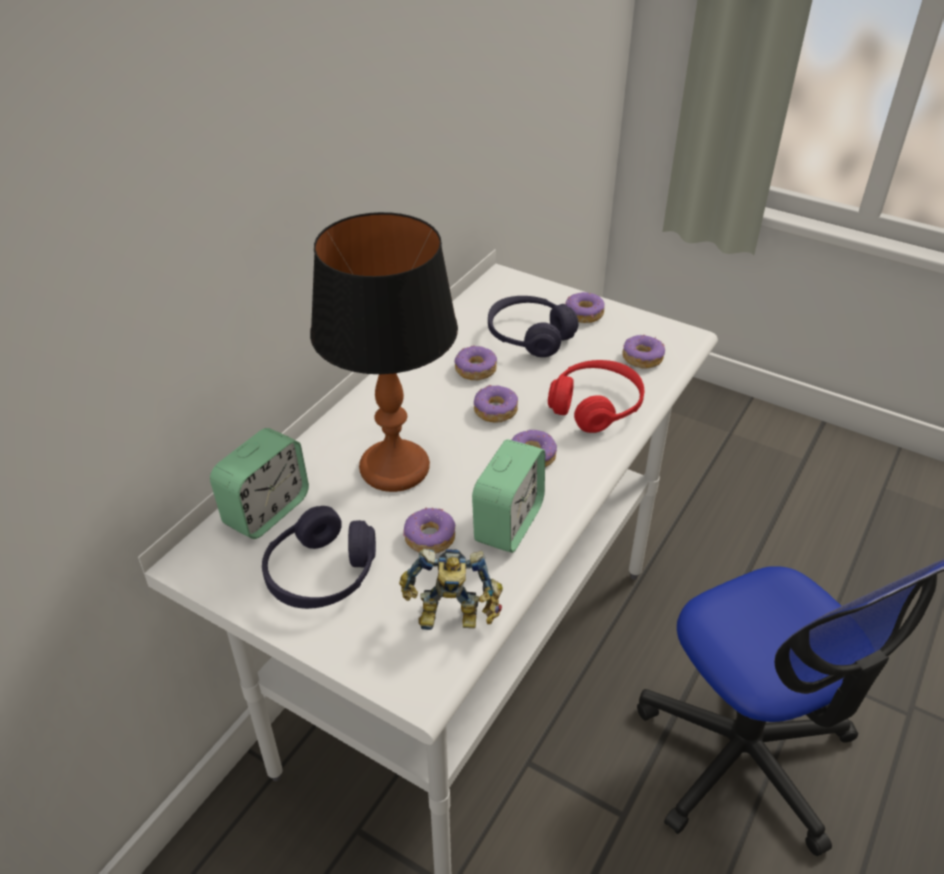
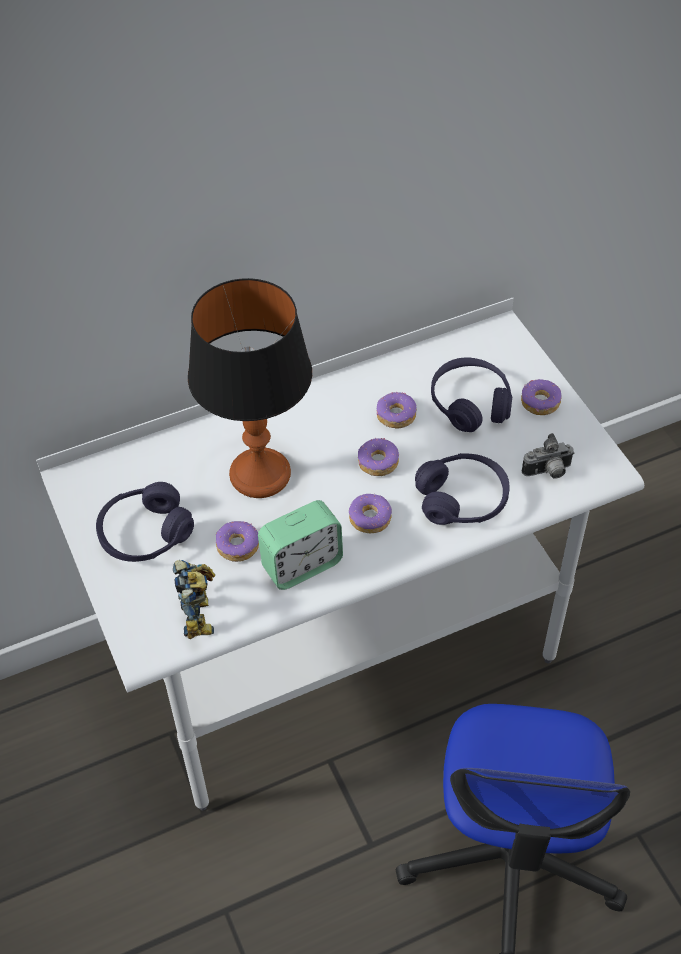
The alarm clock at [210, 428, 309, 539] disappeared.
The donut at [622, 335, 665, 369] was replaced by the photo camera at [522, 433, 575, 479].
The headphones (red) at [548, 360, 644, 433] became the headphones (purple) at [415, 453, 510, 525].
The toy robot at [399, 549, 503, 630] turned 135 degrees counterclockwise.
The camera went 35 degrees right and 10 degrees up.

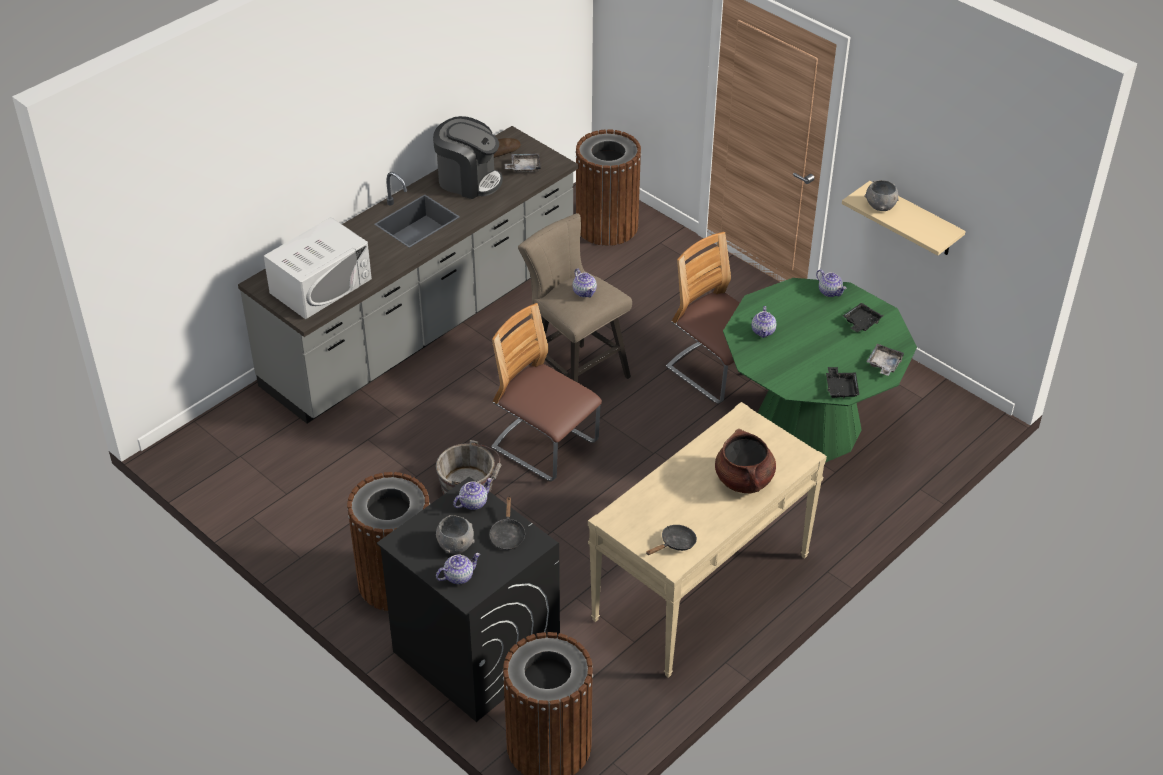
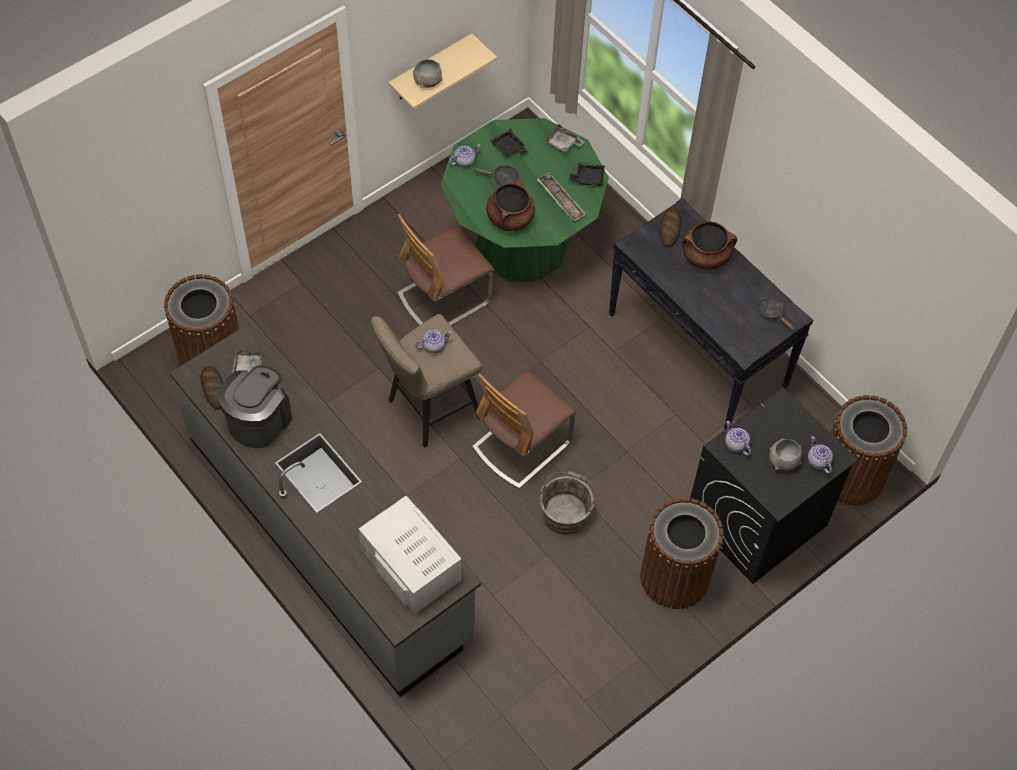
The tray at [537, 172, 586, 223] appeared.
The bread at [660, 208, 681, 247] appeared.
The frying pan (black) moved from [489, 496, 526, 550] to [473, 165, 520, 186].
The teapot at [752, 306, 776, 338] was replaced by the cooking pot (brown) at [486, 179, 535, 231].
The console table (beige) at [588, 402, 827, 678] became the console table (black) at [609, 198, 813, 430].
The camera went 85 degrees left and 15 degrees up.

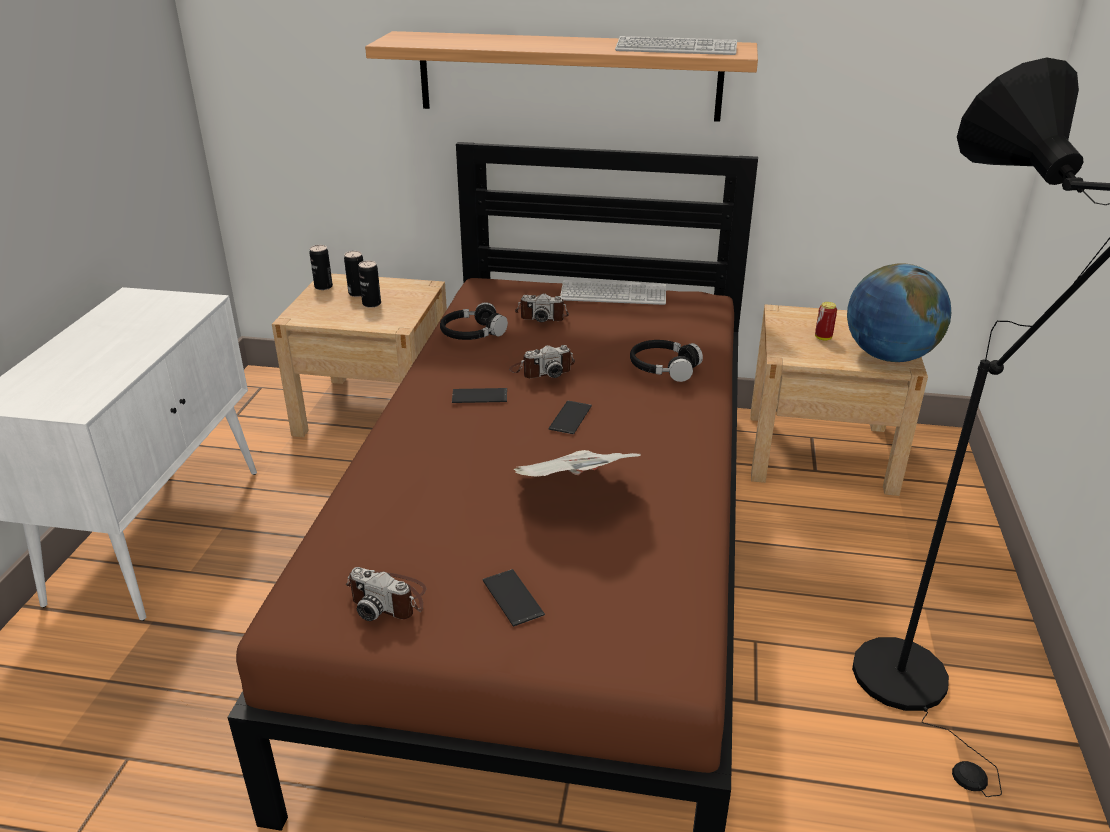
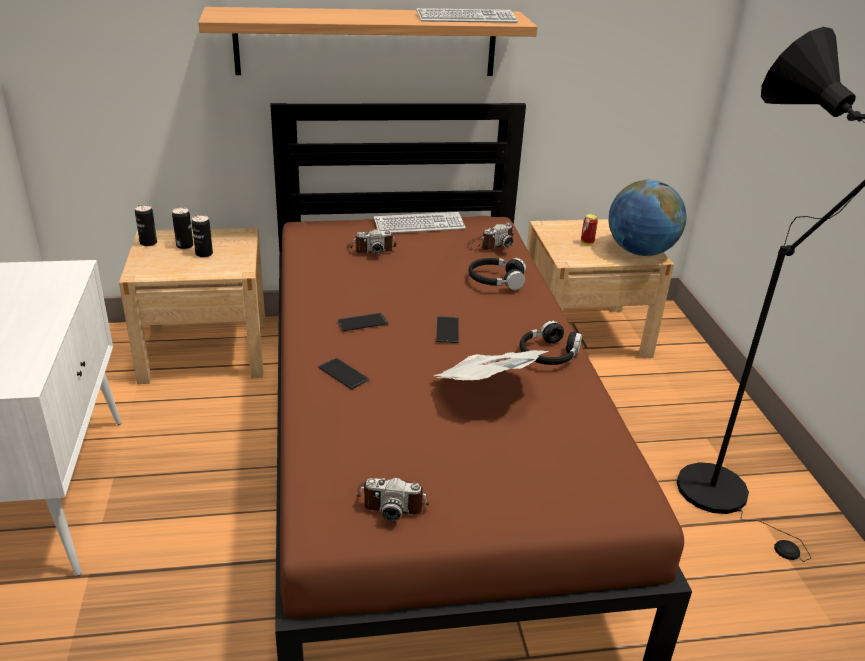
The headphones (black) moved from [440, 302, 508, 340] to [520, 321, 582, 365].
The phone moved from [483, 569, 545, 627] to [318, 358, 370, 390].
The photo camera moved from [509, 345, 575, 378] to [467, 223, 514, 250].
The camera went 20 degrees left and 0 degrees up.

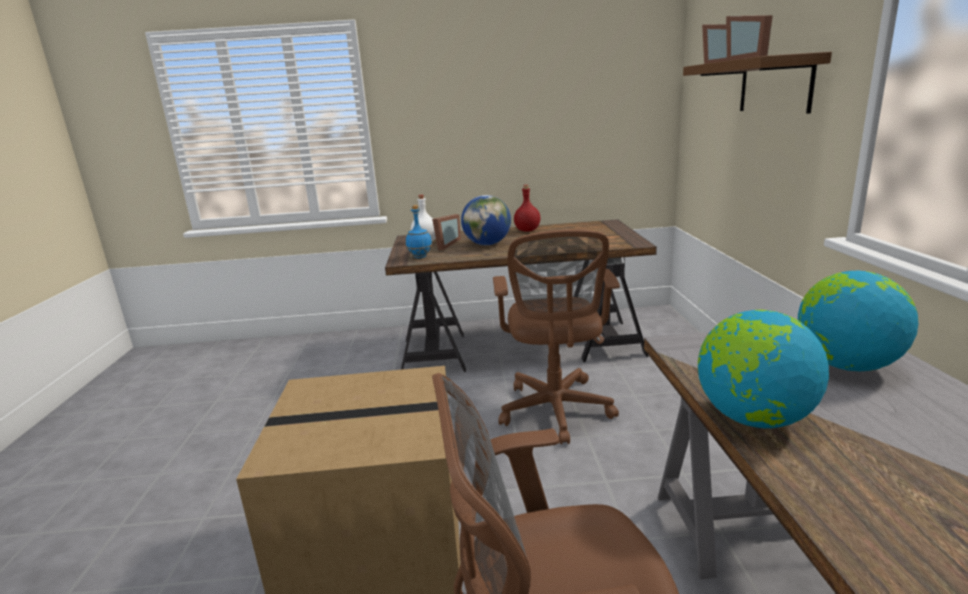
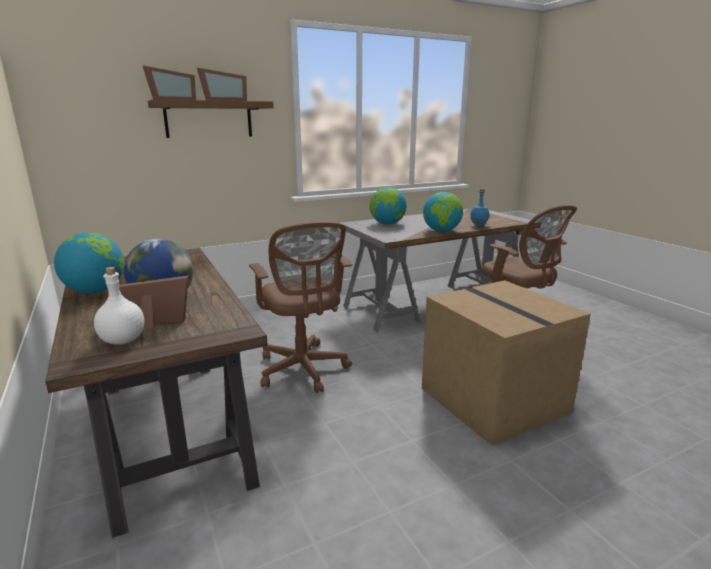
The bottle (blue) moved from [406, 205, 432, 258] to [470, 188, 489, 226].
The bottle (red) at [514, 185, 540, 232] was replaced by the globe at [54, 233, 124, 294].
The office chair (brown) at [493, 230, 620, 444] turned 90 degrees clockwise.
The camera went 115 degrees left and 0 degrees up.

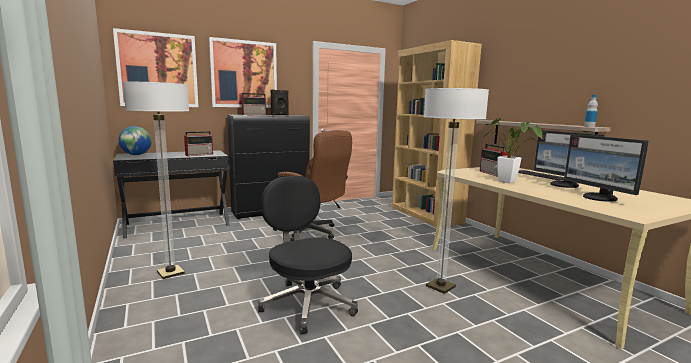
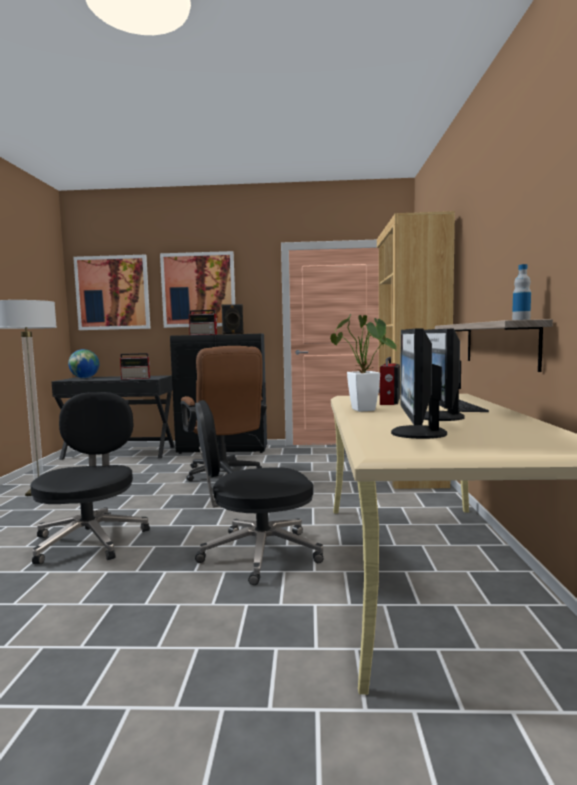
The floor lamp at [424, 88, 489, 294] was replaced by the office chair (black) at [195, 400, 324, 585].
The camera went 30 degrees right and 5 degrees down.

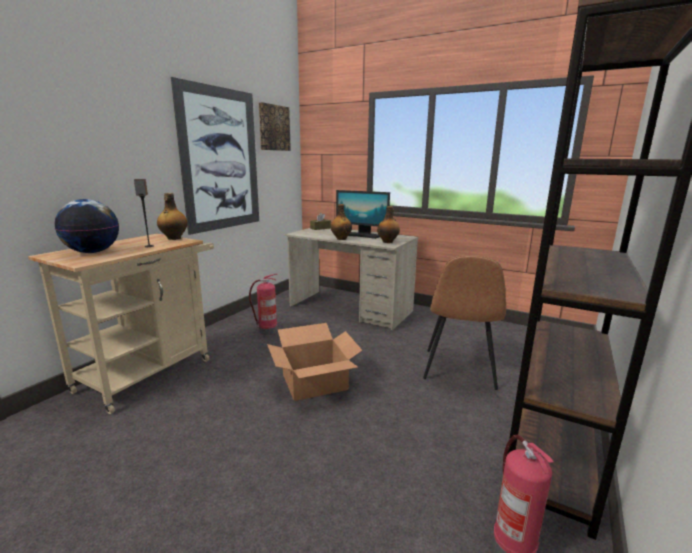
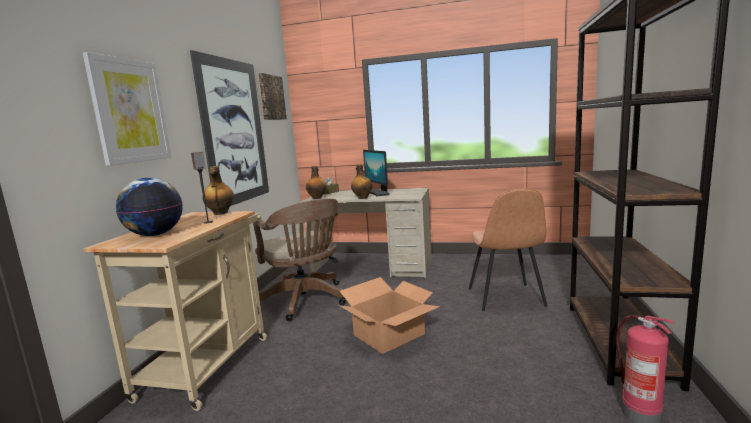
The picture at [83, 52, 171, 166] appeared.
The bottle moved from [377, 206, 400, 243] to [306, 166, 326, 199].
The fire extinguisher at [249, 274, 278, 335] was replaced by the office chair (brown) at [253, 199, 346, 322].
The monitor at [336, 190, 390, 239] turned 60 degrees clockwise.
The camera went 15 degrees left and 5 degrees down.

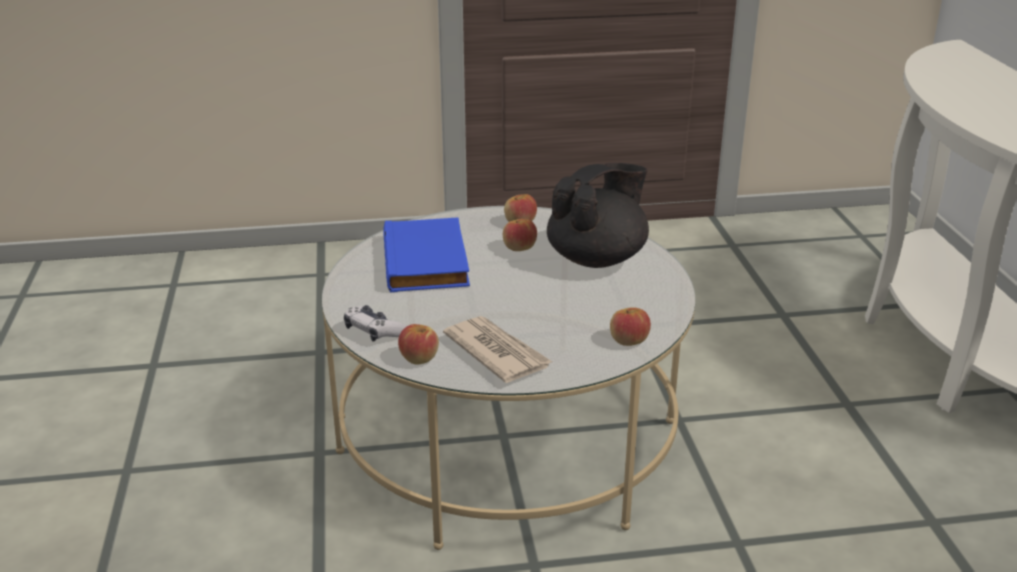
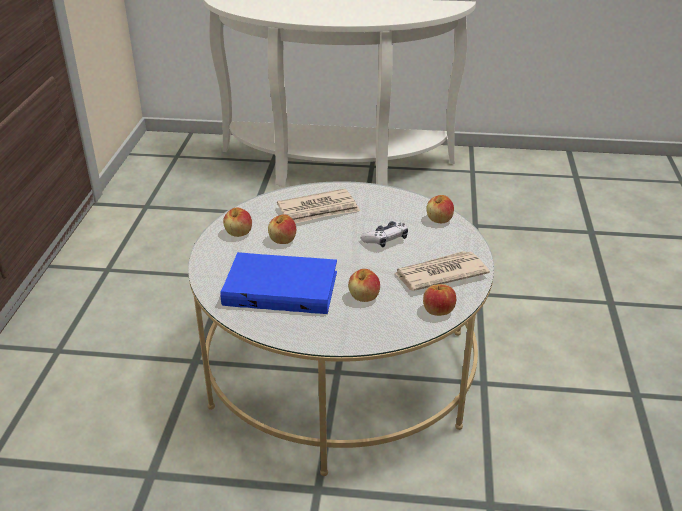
The apple at [348, 269, 380, 302] appeared.
The game controller moved from [344, 305, 407, 342] to [360, 221, 408, 248].
The teapot (black) at [547, 163, 649, 268] was replaced by the newspaper at [277, 189, 360, 223].
The camera went 75 degrees left and 5 degrees up.

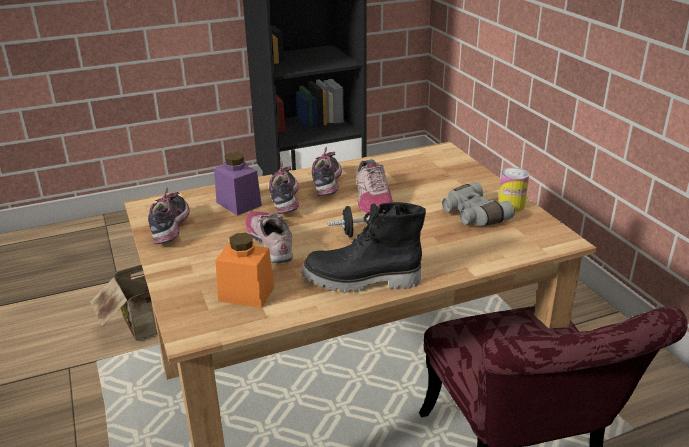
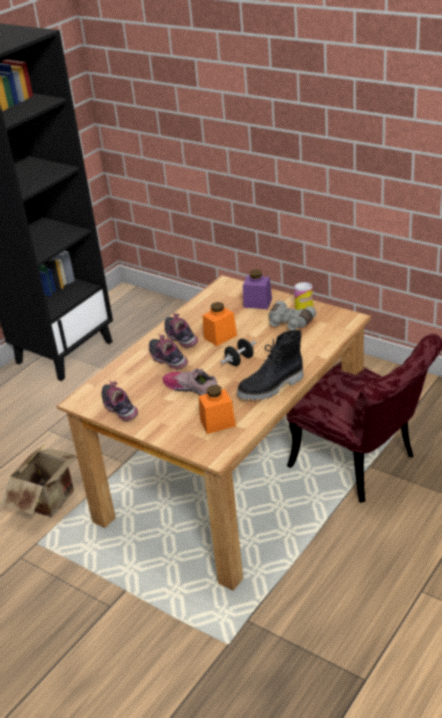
The jar (purple) moved from [214, 153, 262, 216] to [243, 269, 272, 309].
The shoe at [356, 159, 393, 213] was replaced by the jar (orange) at [203, 302, 237, 346].
The camera went 30 degrees left and 5 degrees up.

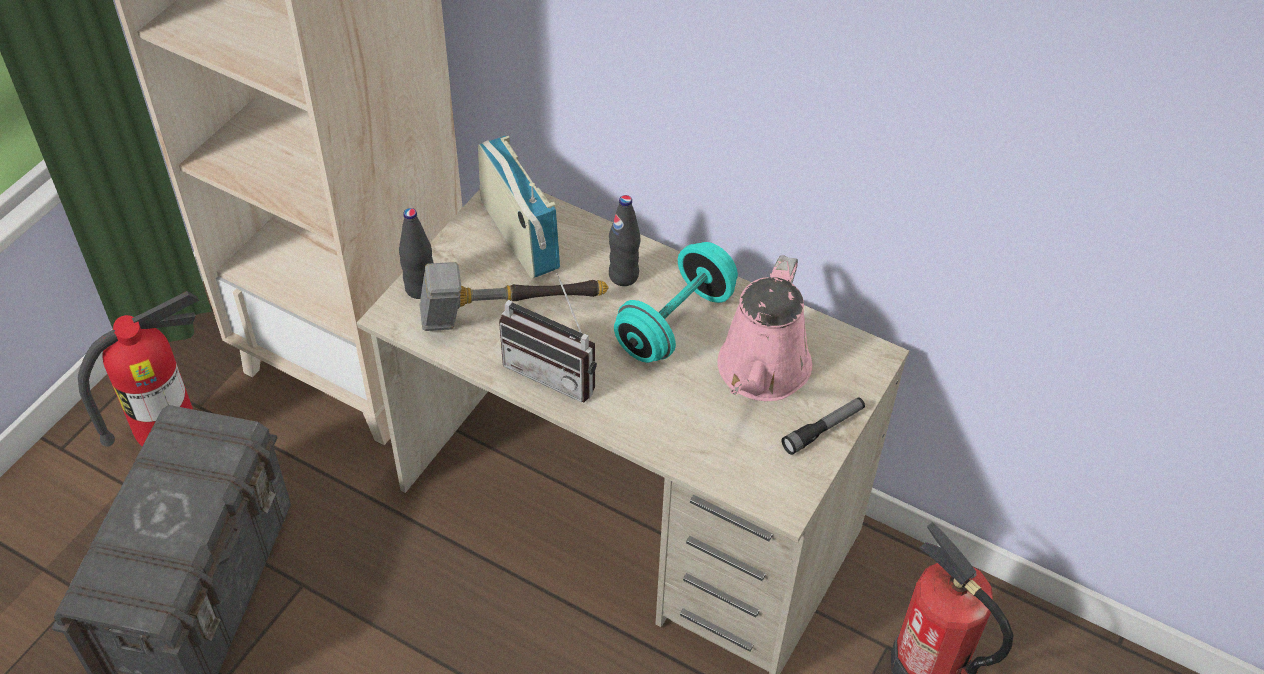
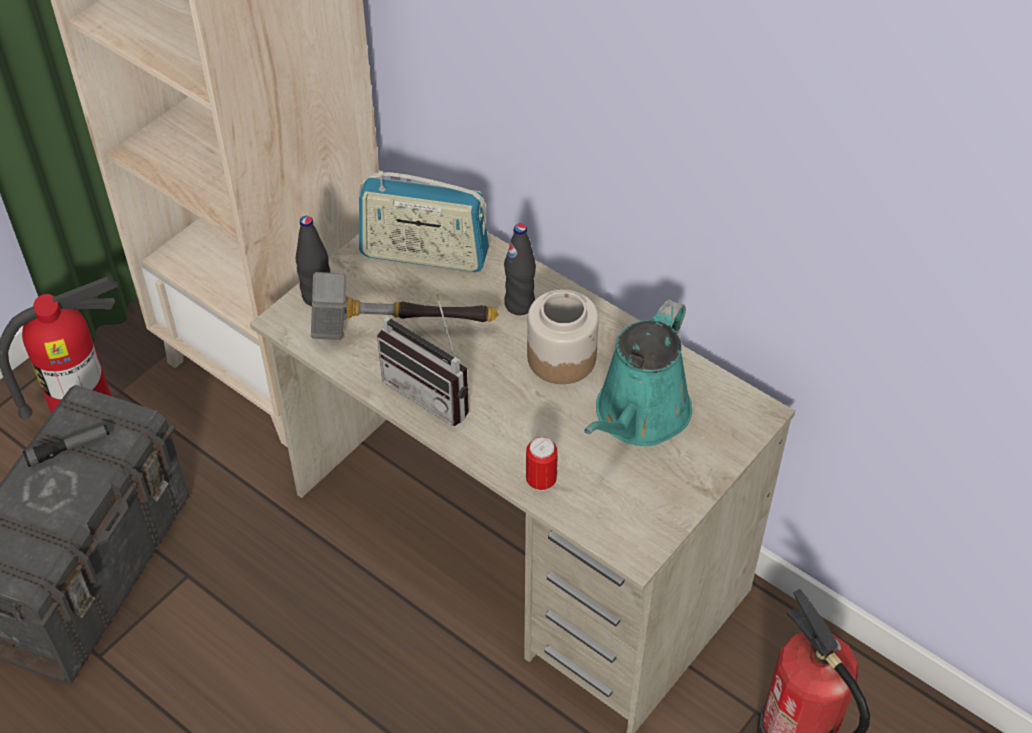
The can at [526, 437, 558, 491] appeared.
The flashlight moved from [781, 397, 865, 455] to [23, 425, 110, 467].
The dumbbell (turquoise) at [614, 242, 738, 363] was replaced by the jar at [527, 290, 599, 384].
The watering can (pink) at [717, 255, 812, 401] became the watering can (turquoise) at [584, 299, 692, 446].
The radio at [478, 136, 560, 279] turned 120 degrees clockwise.
The camera went 10 degrees right and 0 degrees up.

